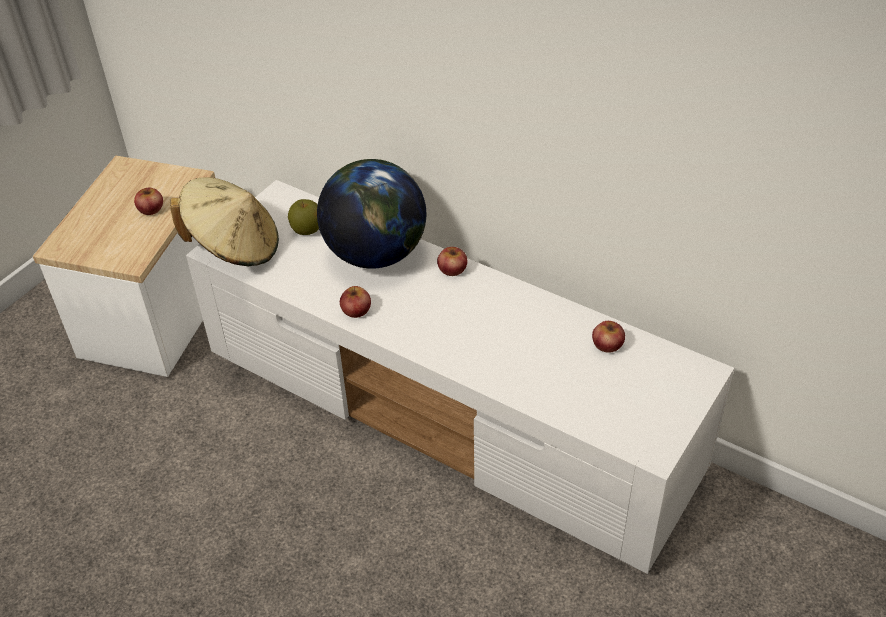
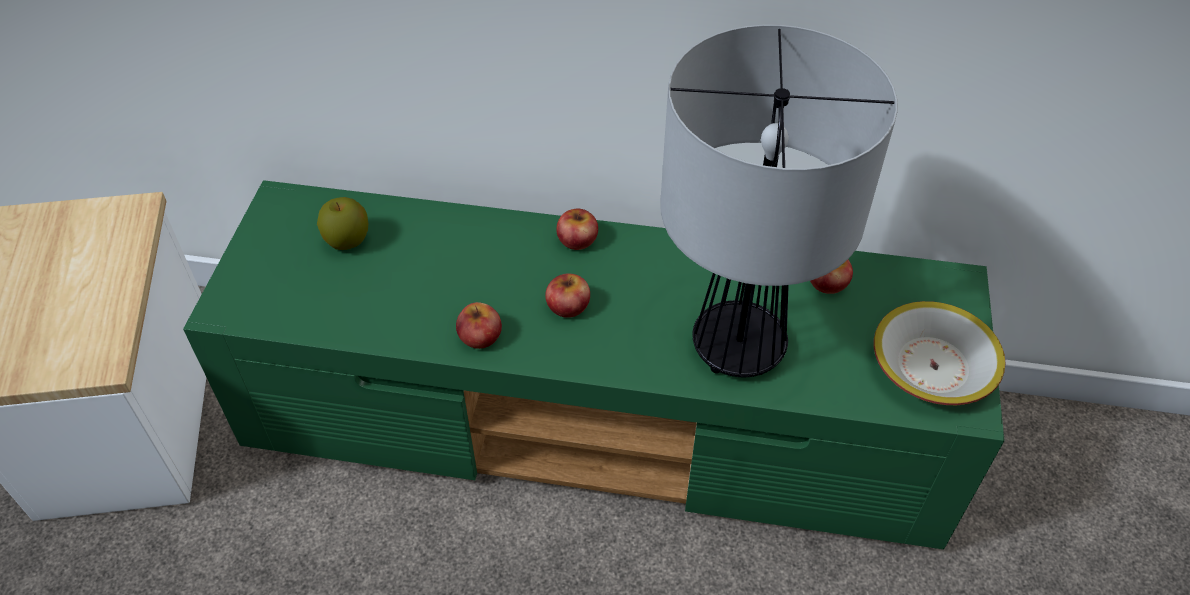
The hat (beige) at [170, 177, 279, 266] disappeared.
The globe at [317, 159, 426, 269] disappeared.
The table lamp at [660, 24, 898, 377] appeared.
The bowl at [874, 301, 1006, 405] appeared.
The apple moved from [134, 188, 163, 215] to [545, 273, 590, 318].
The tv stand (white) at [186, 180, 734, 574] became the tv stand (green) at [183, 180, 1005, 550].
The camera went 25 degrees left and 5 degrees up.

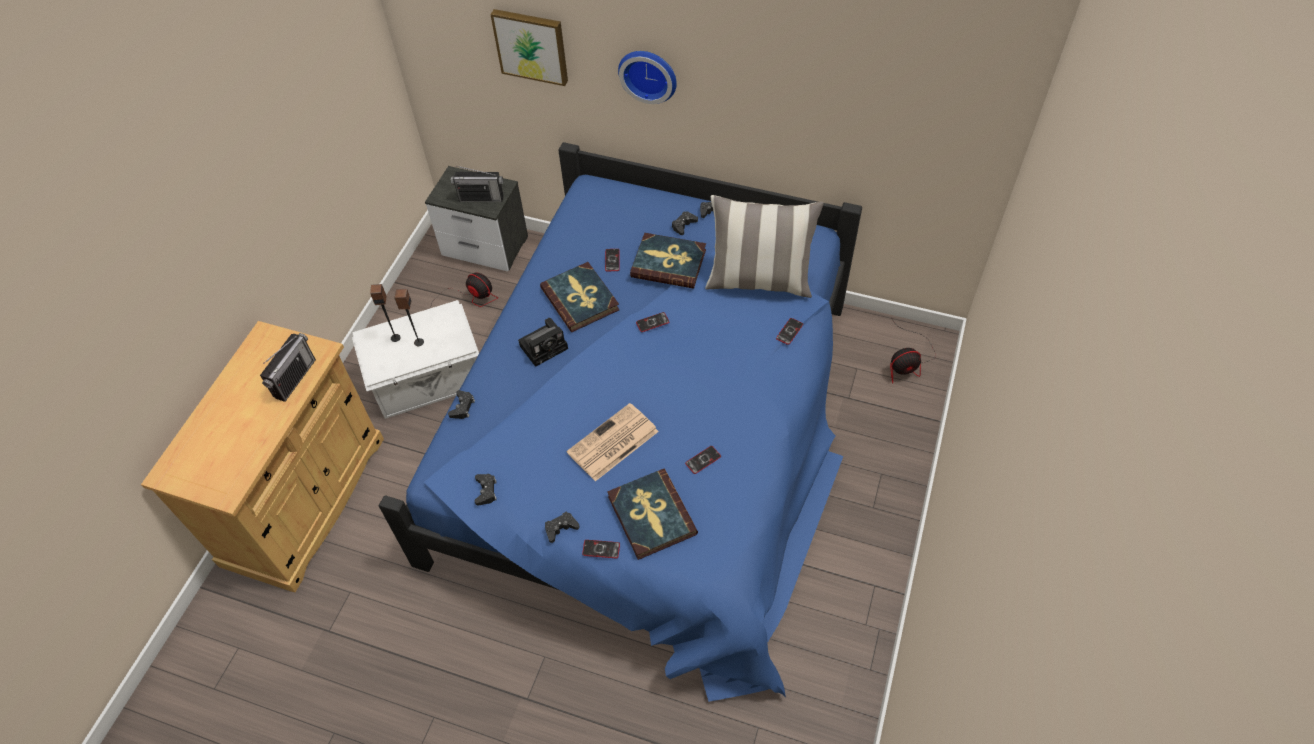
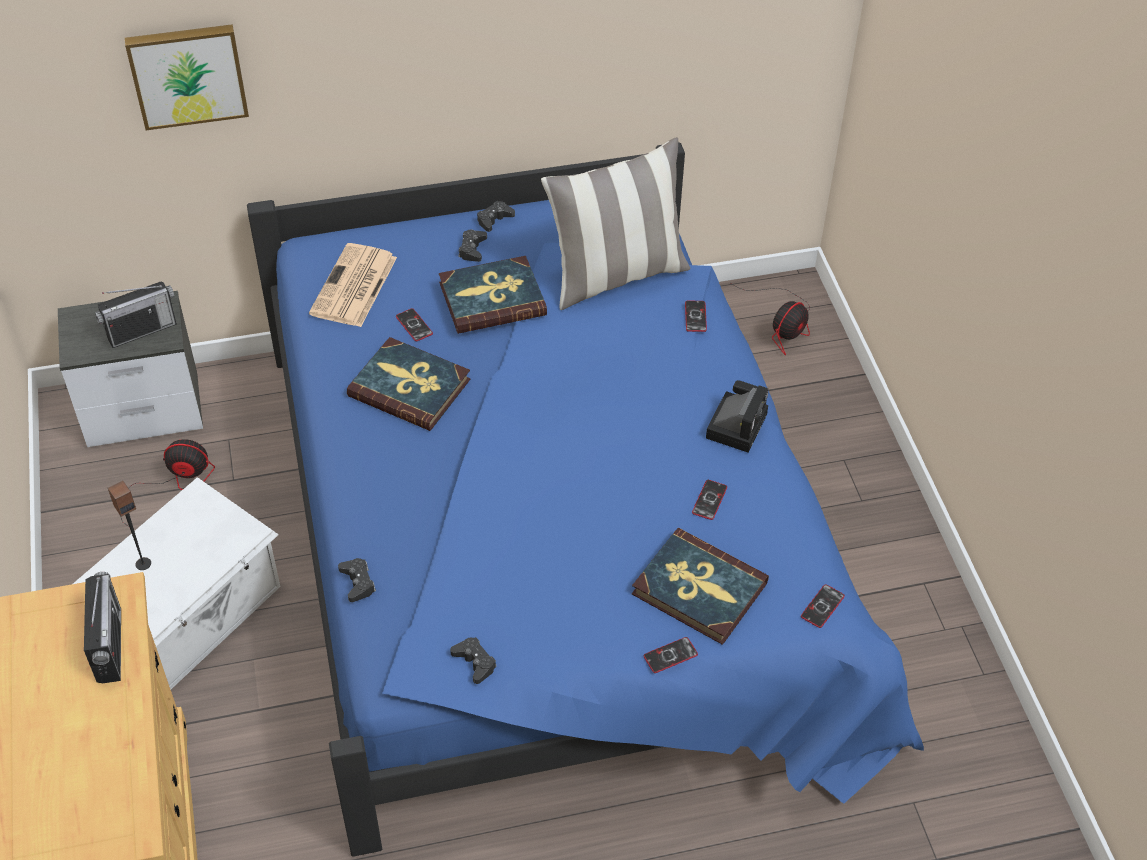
The speaker at [394, 289, 424, 346] disappeared.
The game controller (black) at [545, 512, 580, 543] disappeared.
The wall clock at [618, 51, 676, 104] disappeared.
The photo camera moved from [518, 318, 568, 367] to [706, 380, 768, 453].
The newspaper moved from [567, 403, 659, 481] to [309, 243, 397, 327].
The phone moved from [636, 312, 670, 332] to [801, 584, 845, 628].
The camera went 35 degrees left and 5 degrees down.

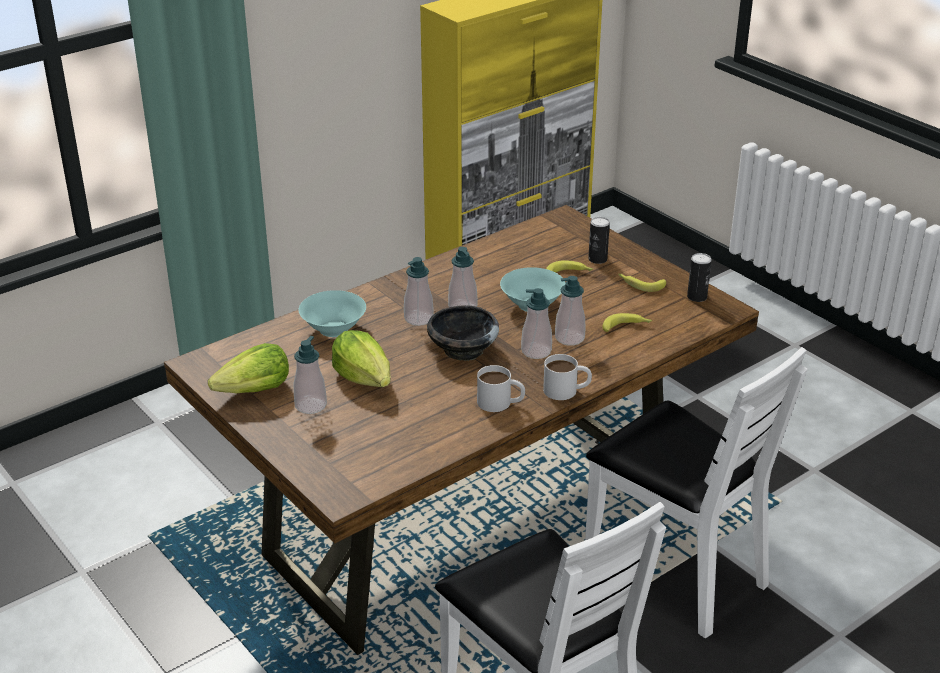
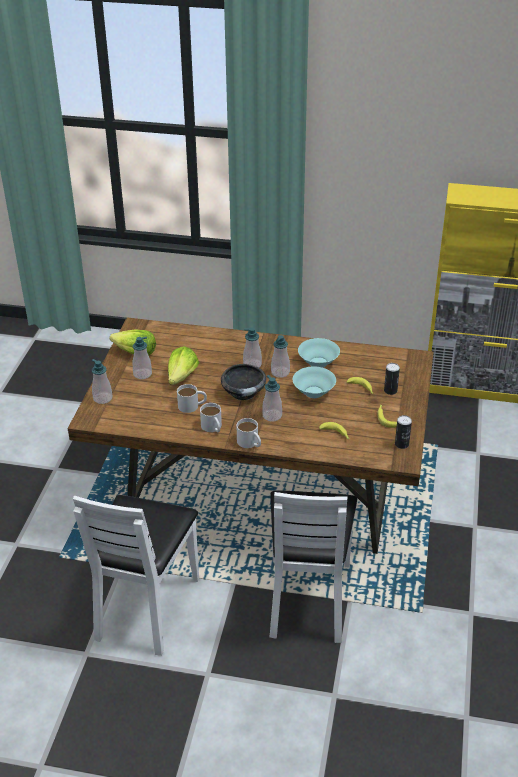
The mug (white) at [177, 384, 207, 413] appeared.
The bowl (turquoise) moved from [299, 290, 366, 337] to [298, 338, 340, 368].
The soap dispenser moved from [555, 276, 585, 346] to [92, 359, 112, 404].
The camera went 50 degrees right and 5 degrees up.

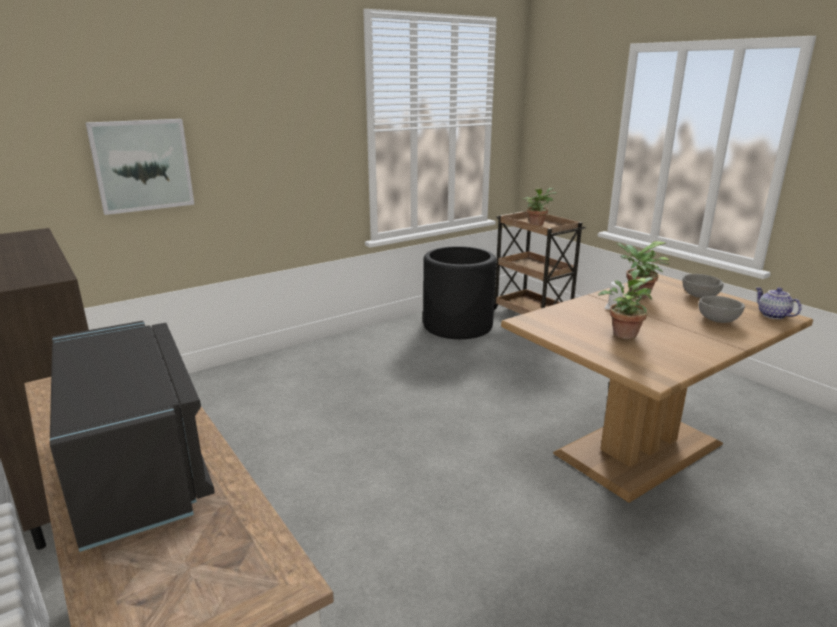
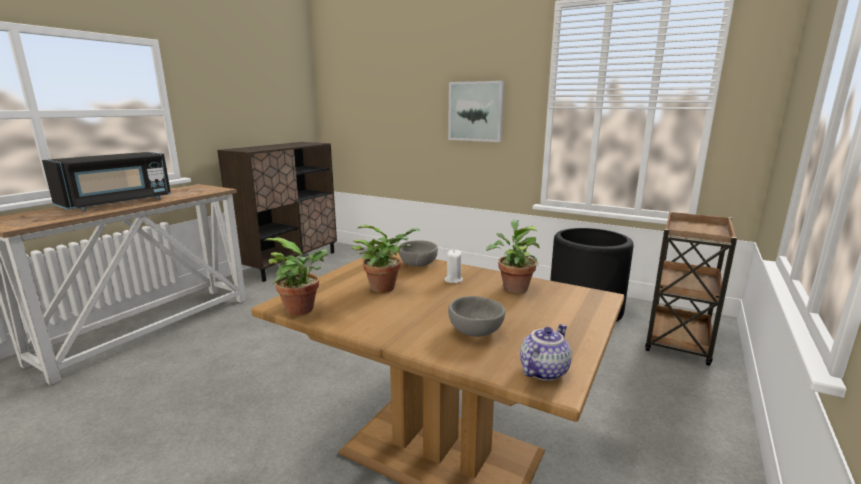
The picture moved from [86, 119, 195, 215] to [448, 81, 504, 142].
The potted plant moved from [523, 188, 557, 226] to [265, 237, 329, 316].
The bowl (grey) moved from [683, 274, 723, 298] to [399, 240, 438, 267].
The camera went 65 degrees right and 5 degrees down.

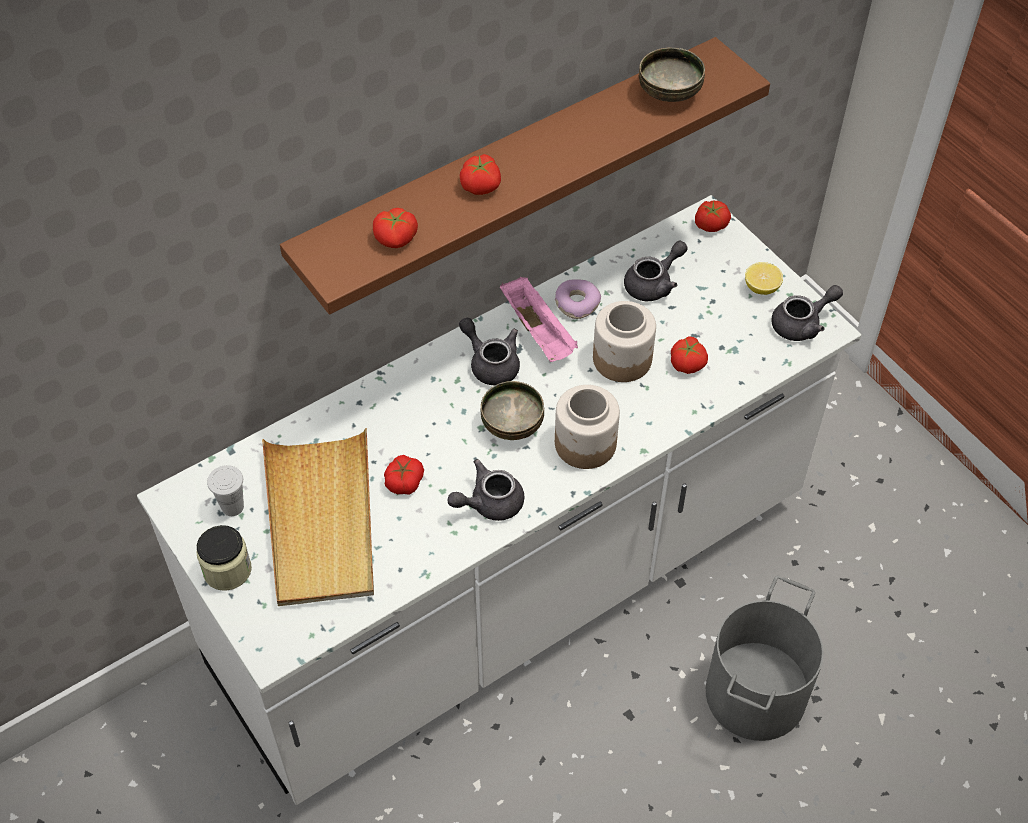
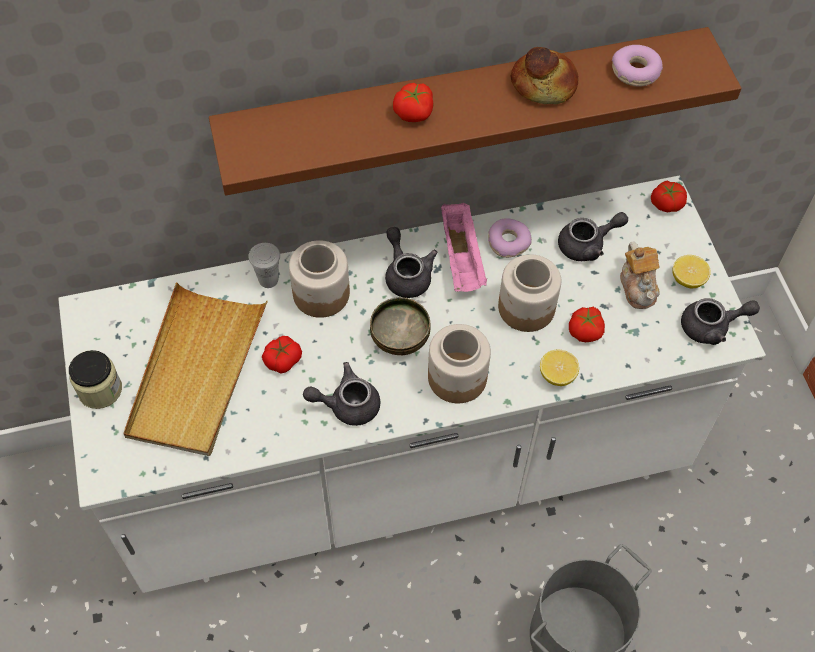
The tomato at [373, 208, 418, 248] disappeared.
The jar at [289, 240, 350, 318] appeared.
The bread at [511, 47, 579, 104] appeared.
The lemon at [540, 350, 579, 386] appeared.
The teapot at [620, 242, 660, 309] appeared.
The cup (white) moved from [207, 465, 244, 516] to [248, 243, 280, 288].
The bowl at [639, 48, 705, 102] was replaced by the donut at [612, 45, 663, 87].
The camera went 20 degrees right and 5 degrees up.

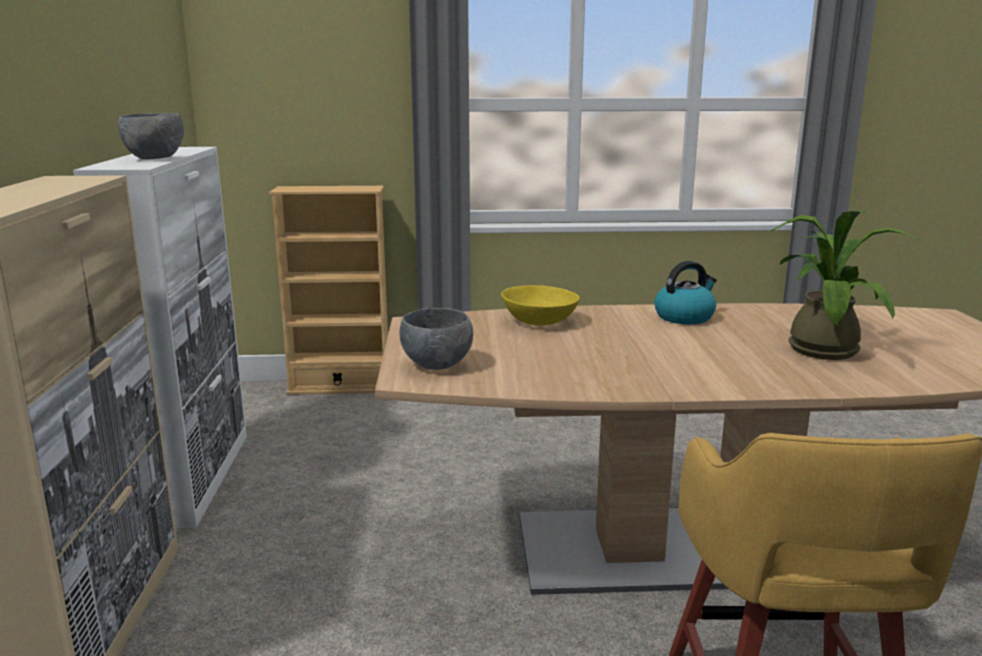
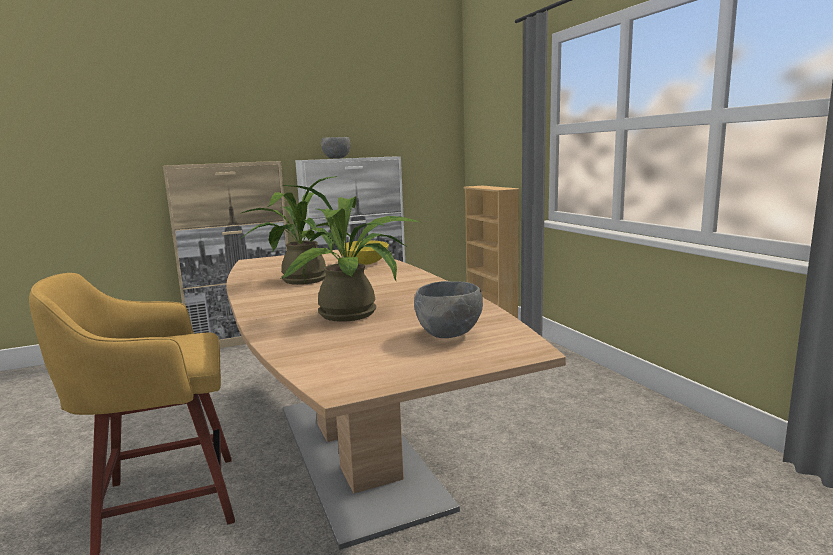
The kettle at [654, 261, 717, 324] disappeared.
The potted plant at [240, 176, 350, 285] appeared.
The bowl (grey) moved from [399, 308, 473, 370] to [414, 281, 483, 338].
The camera went 70 degrees right and 5 degrees down.

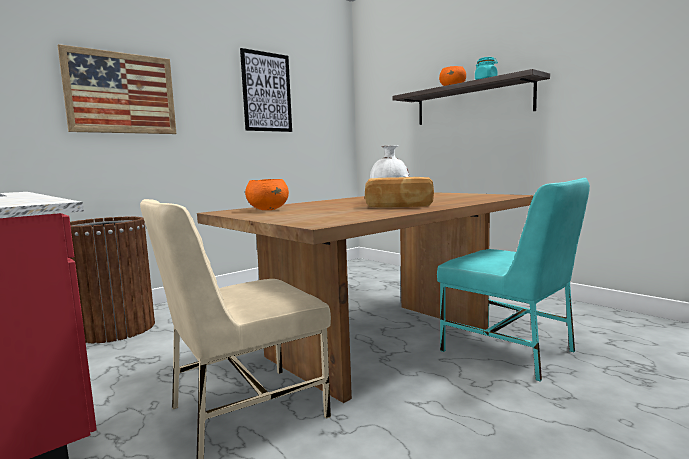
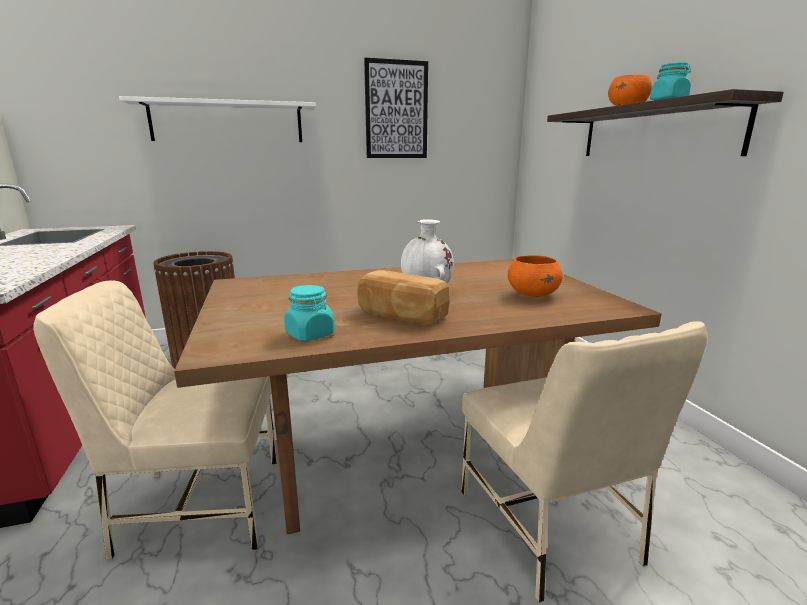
The jar (turquoise) at [284, 285, 335, 341] appeared.
The bowl (orange) moved from [245, 179, 289, 210] to [508, 255, 562, 298].
The picture at [58, 44, 176, 134] was replaced by the shelf (white) at [119, 96, 316, 142].
The chair (turquoise) at [437, 178, 590, 382] became the chair (beige) at [461, 321, 707, 603].
The camera went 25 degrees right and 10 degrees up.

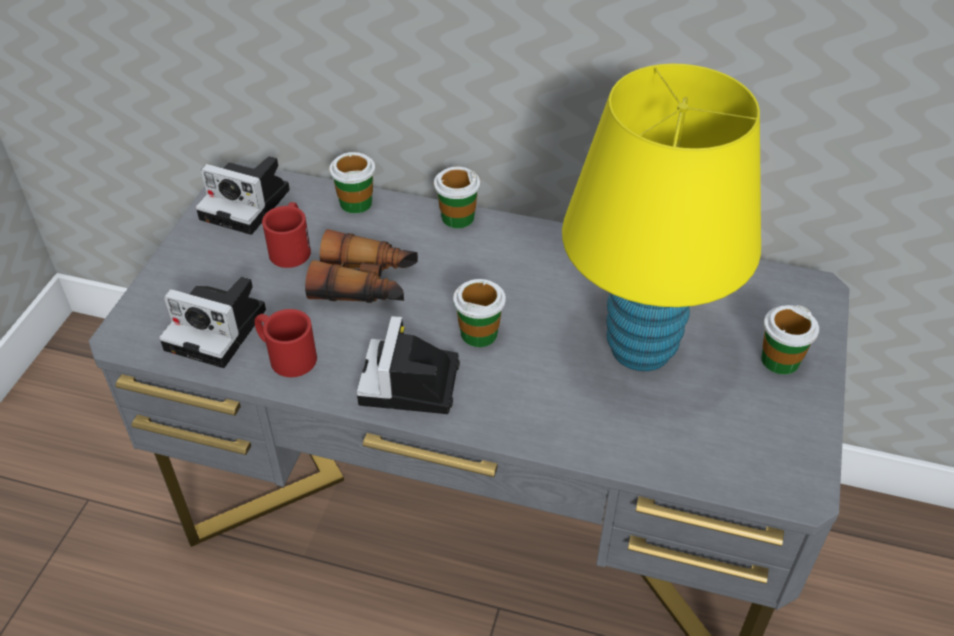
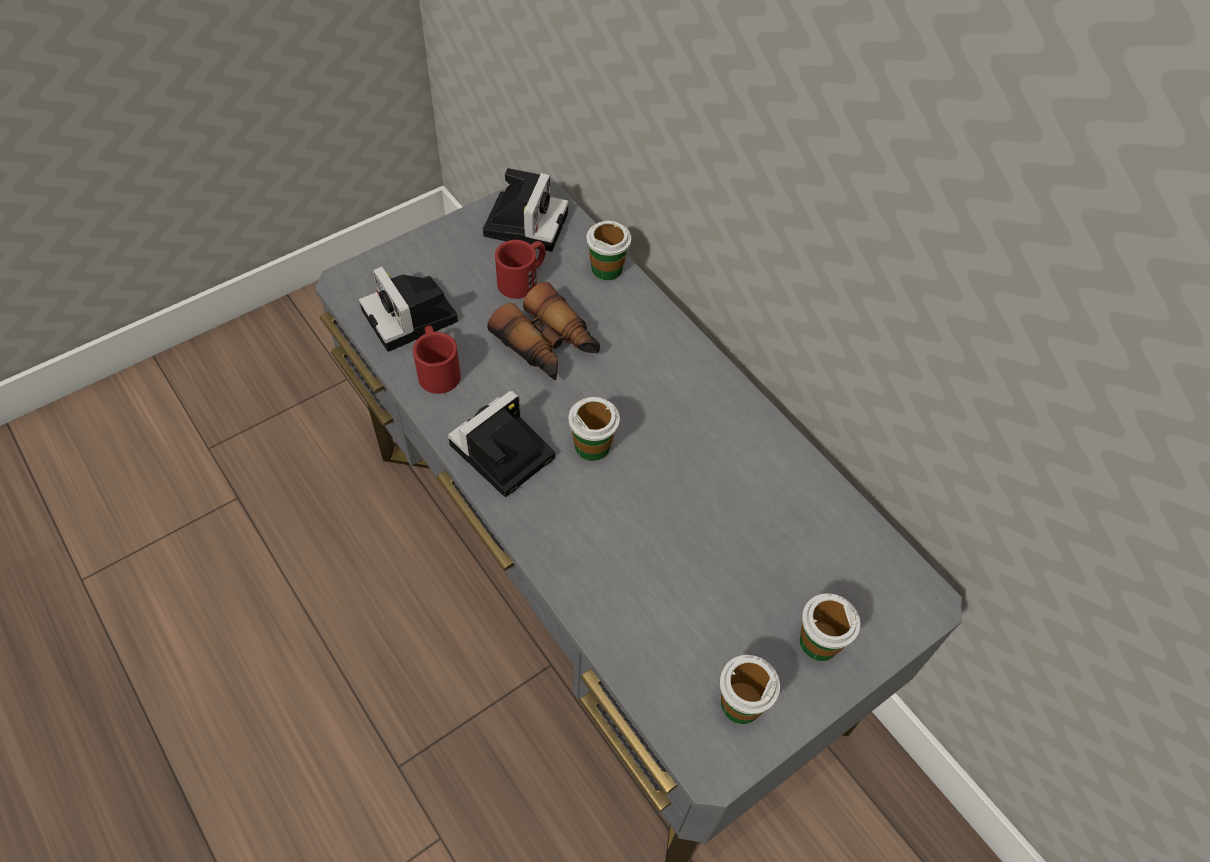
The table lamp (yellow) at [562, 64, 761, 371] disappeared.
The cup moved from [434, 167, 480, 228] to [720, 655, 780, 724].
The photo camera at [196, 156, 290, 235] turned 135 degrees counterclockwise.
The camera went 35 degrees right and 10 degrees up.

